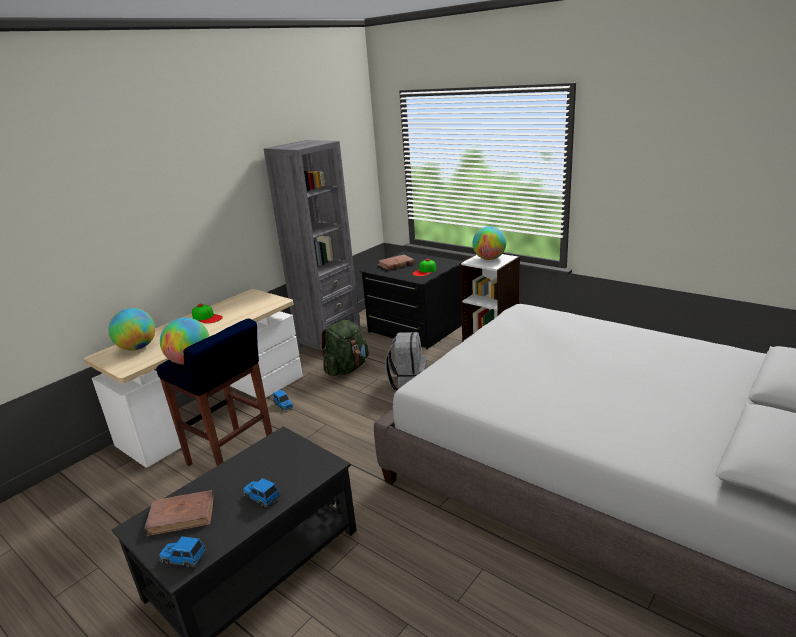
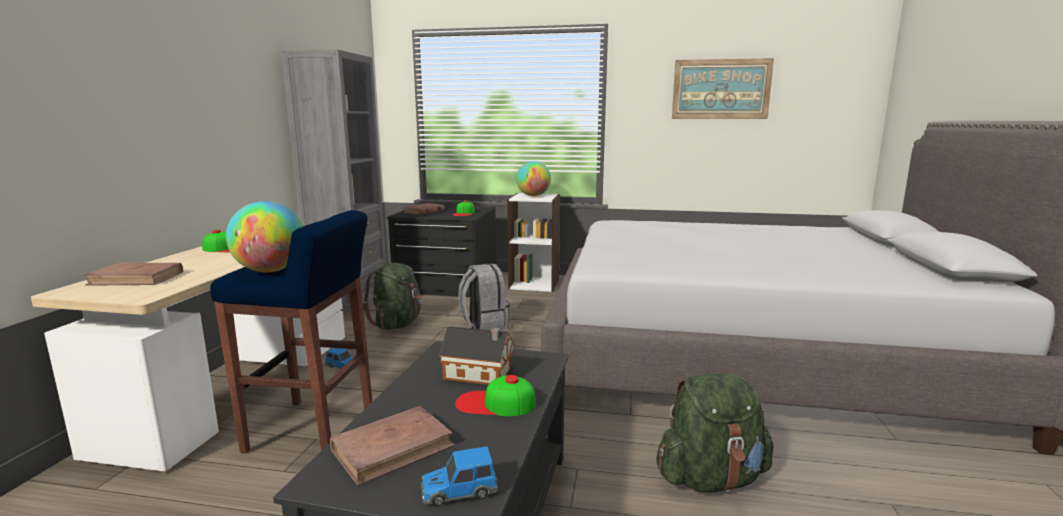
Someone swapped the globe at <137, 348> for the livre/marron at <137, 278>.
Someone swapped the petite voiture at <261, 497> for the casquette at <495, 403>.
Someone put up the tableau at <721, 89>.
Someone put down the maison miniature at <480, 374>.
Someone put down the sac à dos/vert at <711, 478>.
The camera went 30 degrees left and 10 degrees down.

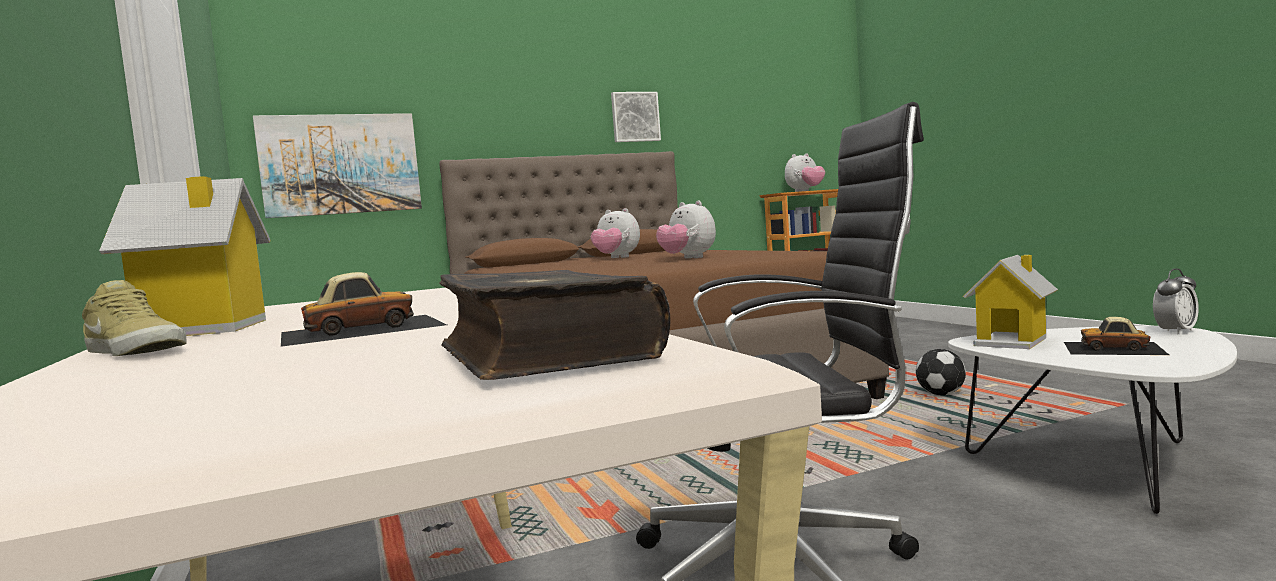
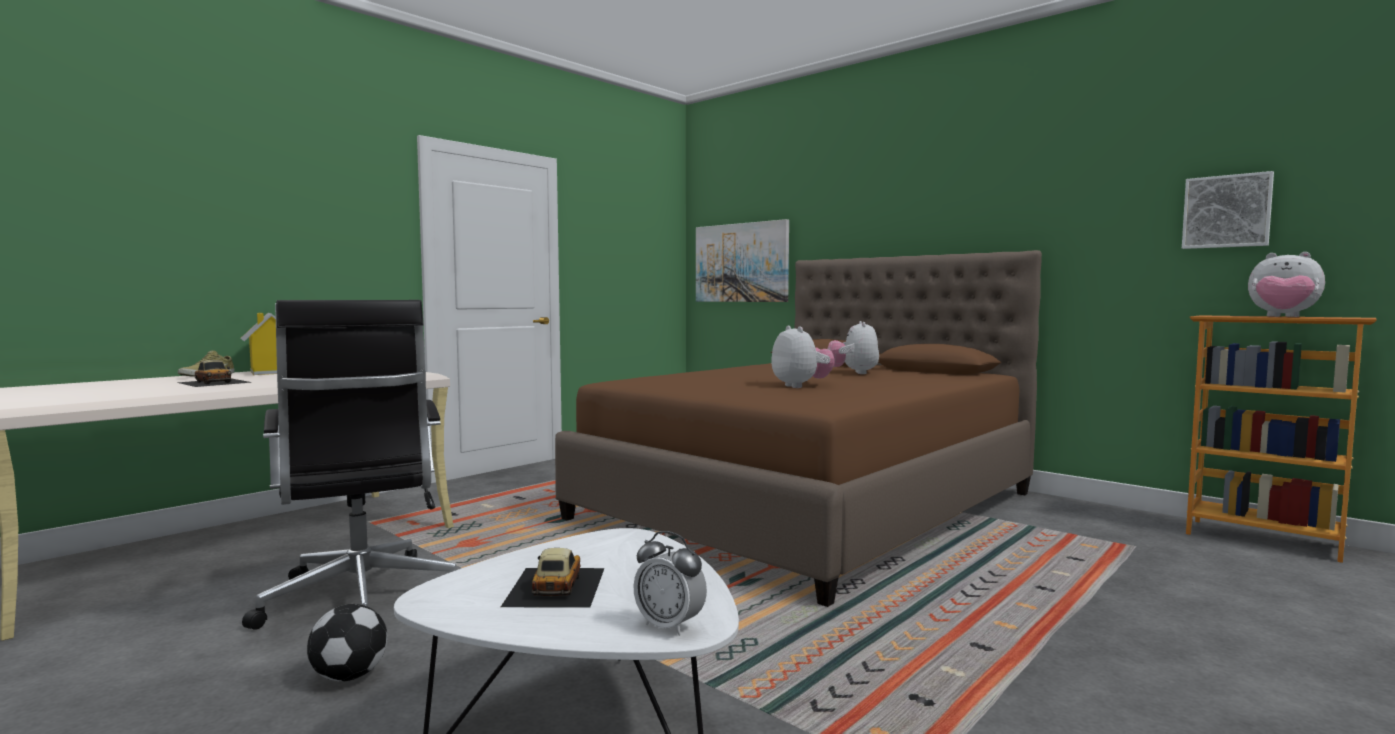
Someone carried the tableau from <635, 117> to <1226, 211>.
Someone rotated the peluche at <687, 258> by 135 degrees clockwise.
Someone took away the maison miniature at <1012, 341>.
Someone took away the livre at <539, 353>.
Someone carried the ballon de foot from <941, 394> to <348, 676>.
The camera went 65 degrees right and 0 degrees up.

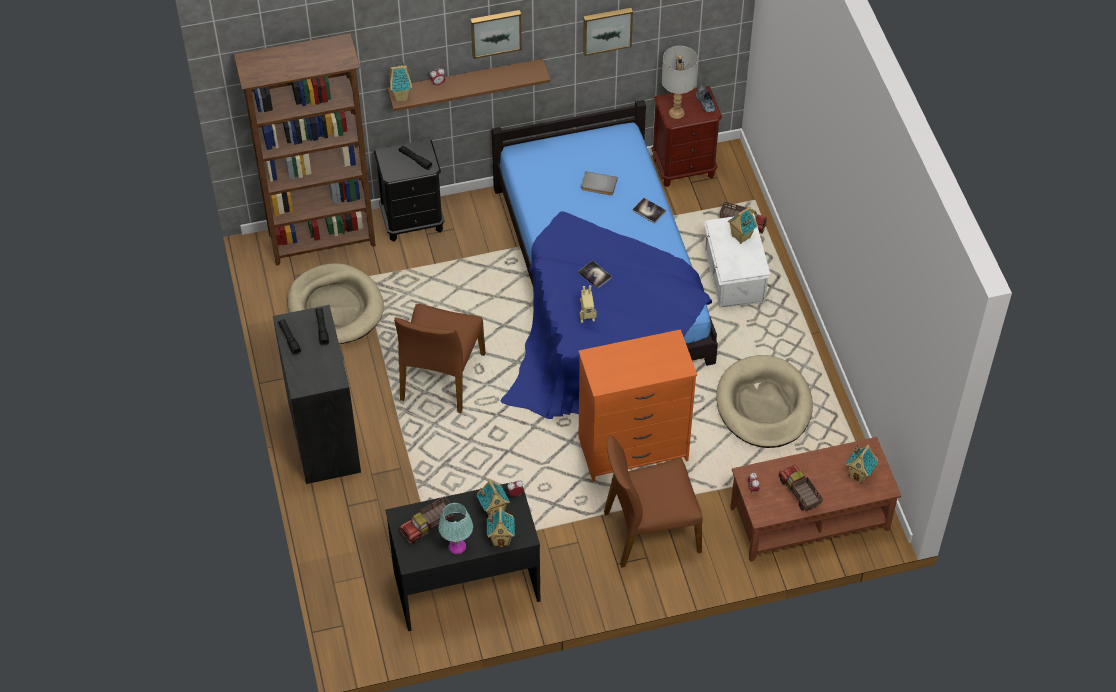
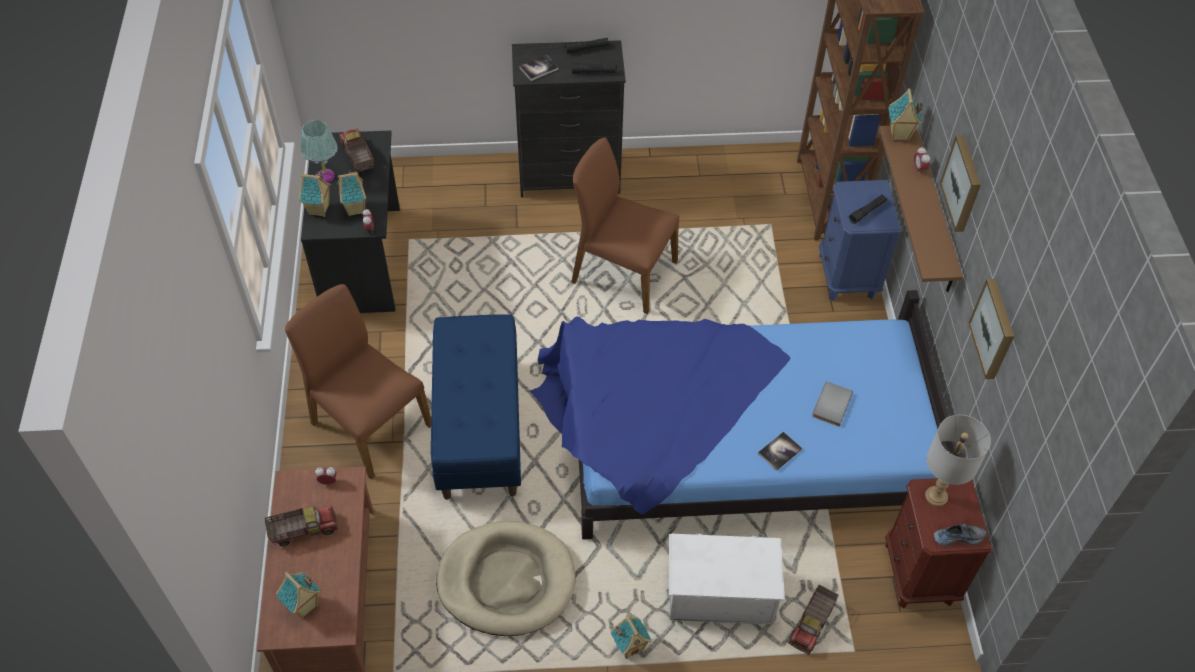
Someone repainted the table de chevet/noir at <413, 221>, which became the table de chevet/bleu at <847, 276>.
Someone carried the maison miniature from <740, 237> to <630, 646>.
Someone carried the livre from <595, 275> to <539, 68>.
Someone took away the panier pour chien/beige at <335, 307>.
Someone took away the robot jouet at <586, 316>.
Someone swapped the commode/orange at <633, 450> for the banc/bleu at <480, 429>.
Someone rotated the chaise/marron at <650, 531> by 45 degrees counterclockwise.
The camera went 100 degrees right and 0 degrees up.

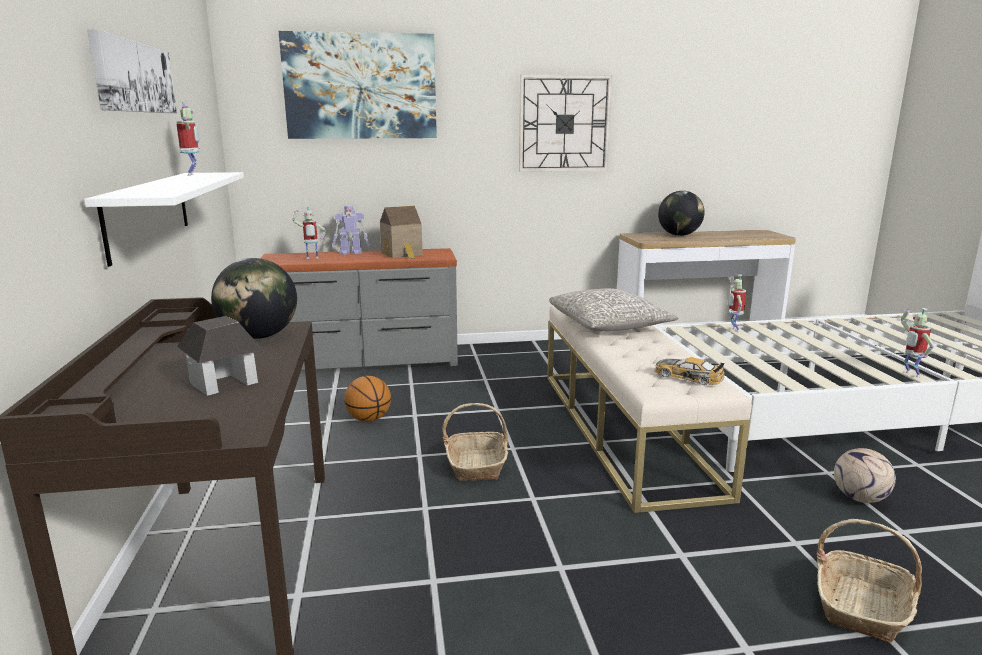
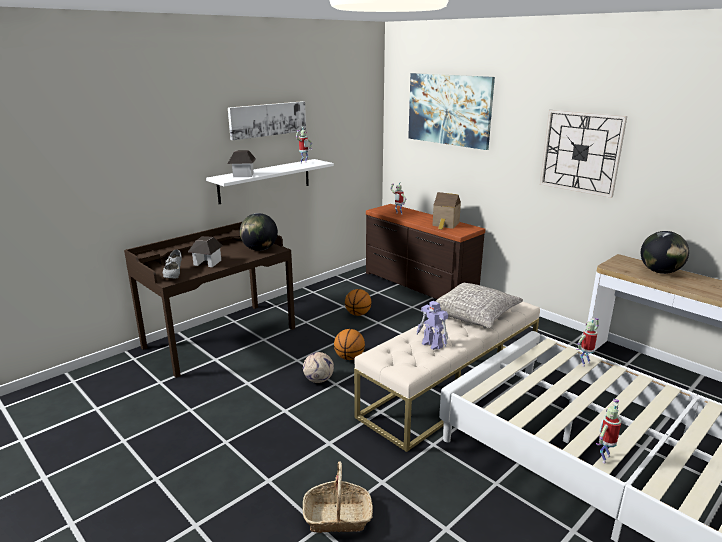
Someone carried the robot jouet from <351, 252> to <432, 344>.
Someone repainted the commode/gris at <364, 361>, which became the commode/marron at <418, 285>.
Someone took away the petite voiture at <687, 376>.
Someone swapped the panier at <477, 464> for the ballon de basket at <349, 357>.
Someone carried the ballon de foot from <859, 498> to <319, 380>.
Someone put down the maison miniature at <243, 175>.
Someone put down the chaussure/gris at <174, 275>.
The camera went 55 degrees right and 5 degrees up.

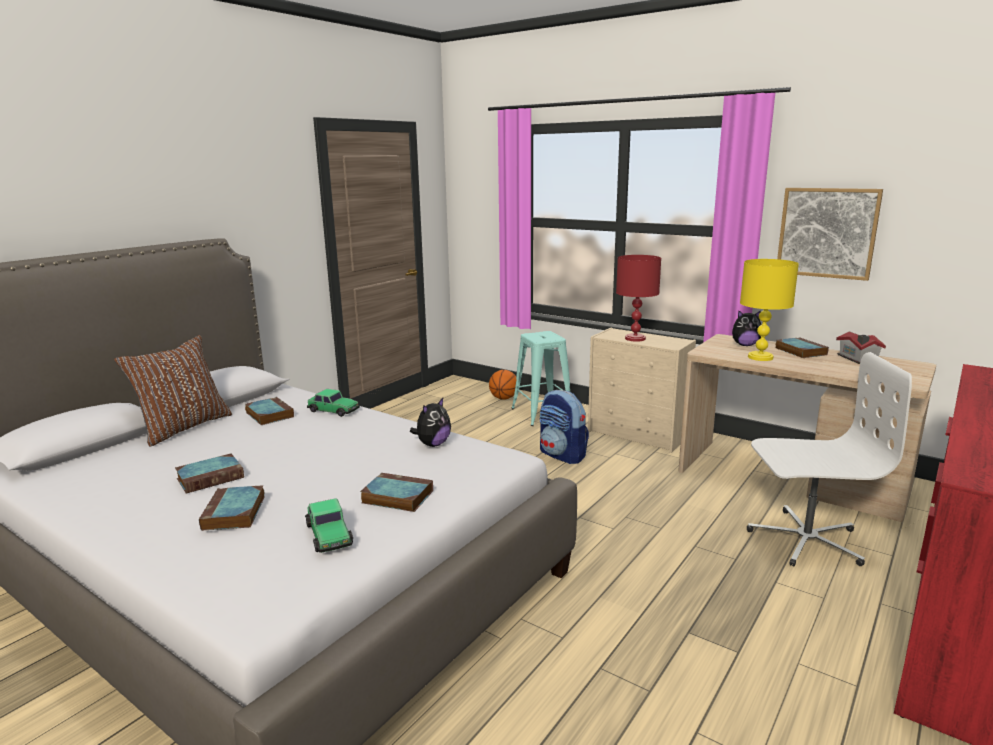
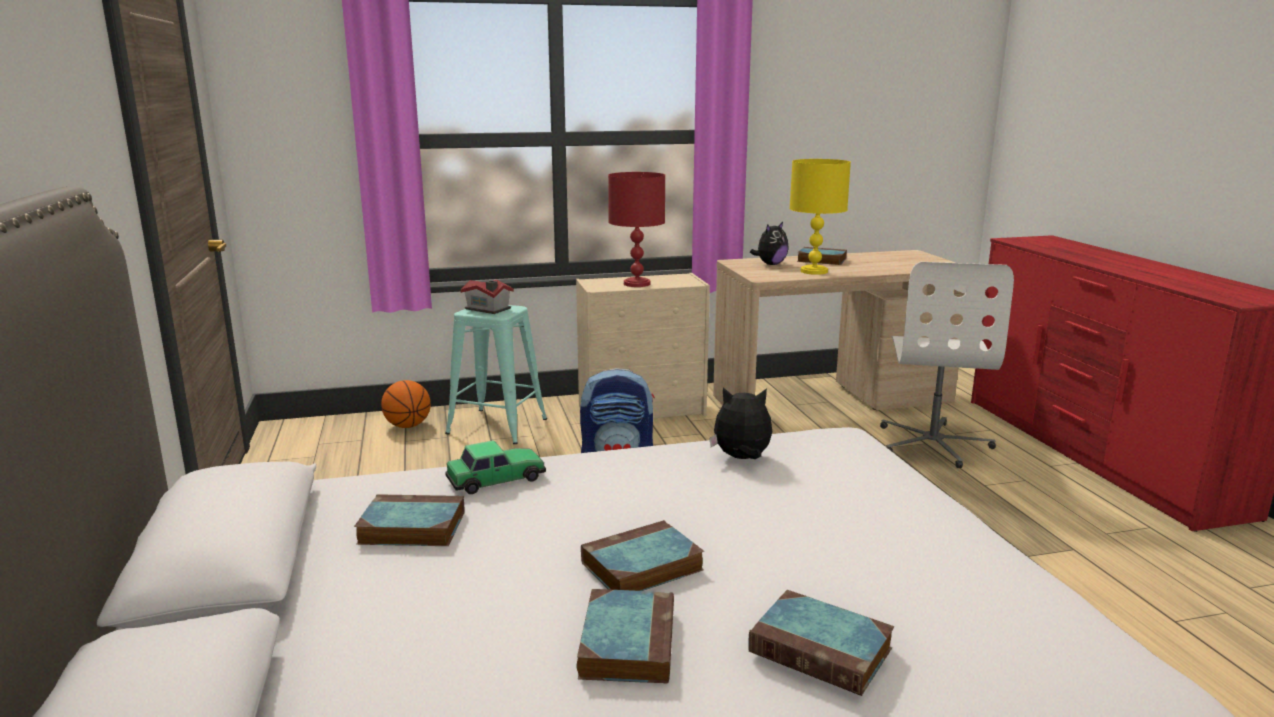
Someone took away the tableau at <827, 232>.
Someone carried the maison miniature from <857, 359> to <488, 309>.
Someone took away the coussin/marron at <183, 427>.
Someone rotated the chaise de bureau/blanc at <805, 539> by 150 degrees clockwise.
Someone rotated the peluche at <433, 444> by 75 degrees counterclockwise.
Someone carried the livre from <396, 497> to <640, 567>.
Someone took away the petite voiture at <329, 535>.
The camera went 50 degrees left and 0 degrees up.

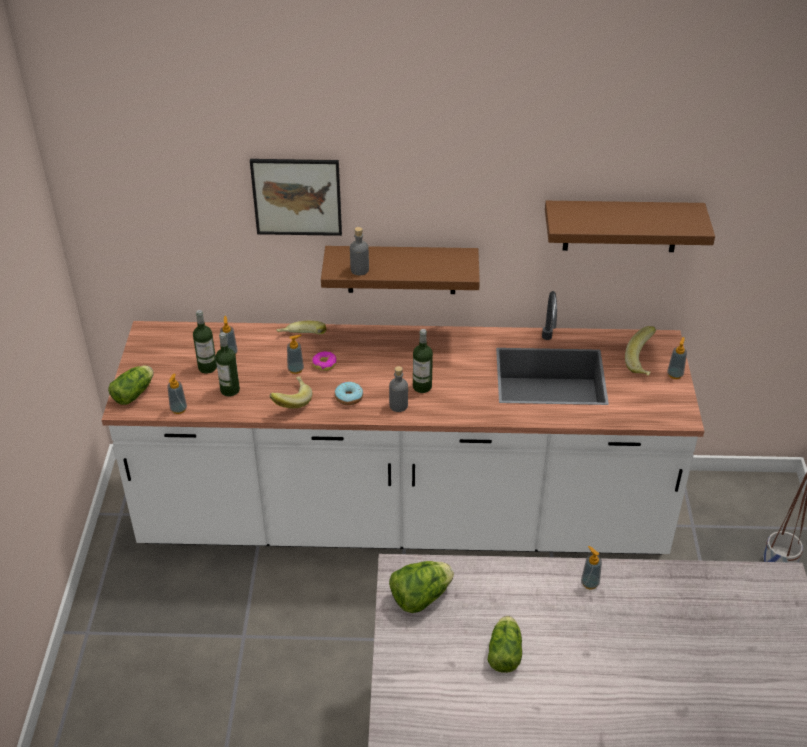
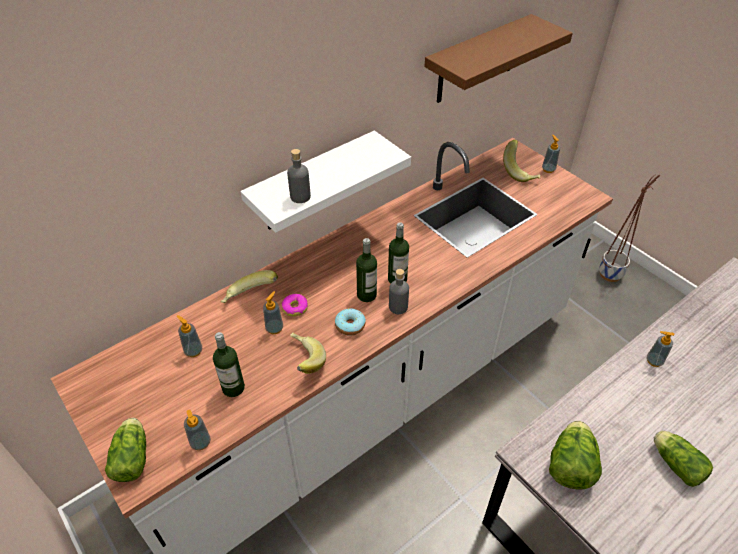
Someone took away the tableau at <297, 196>.
Someone repainted the étagère/marron at <401, 269>, which became the étagère/blanc at <312, 183>.
Someone carried the bouteille from <207, 367> to <366, 295>.
The camera went 40 degrees left and 5 degrees up.

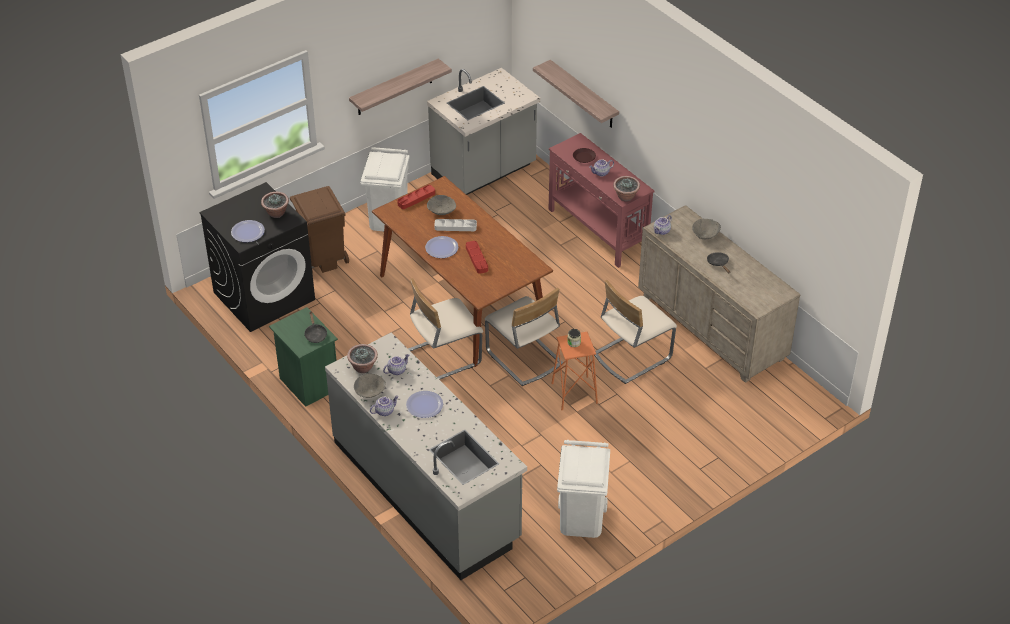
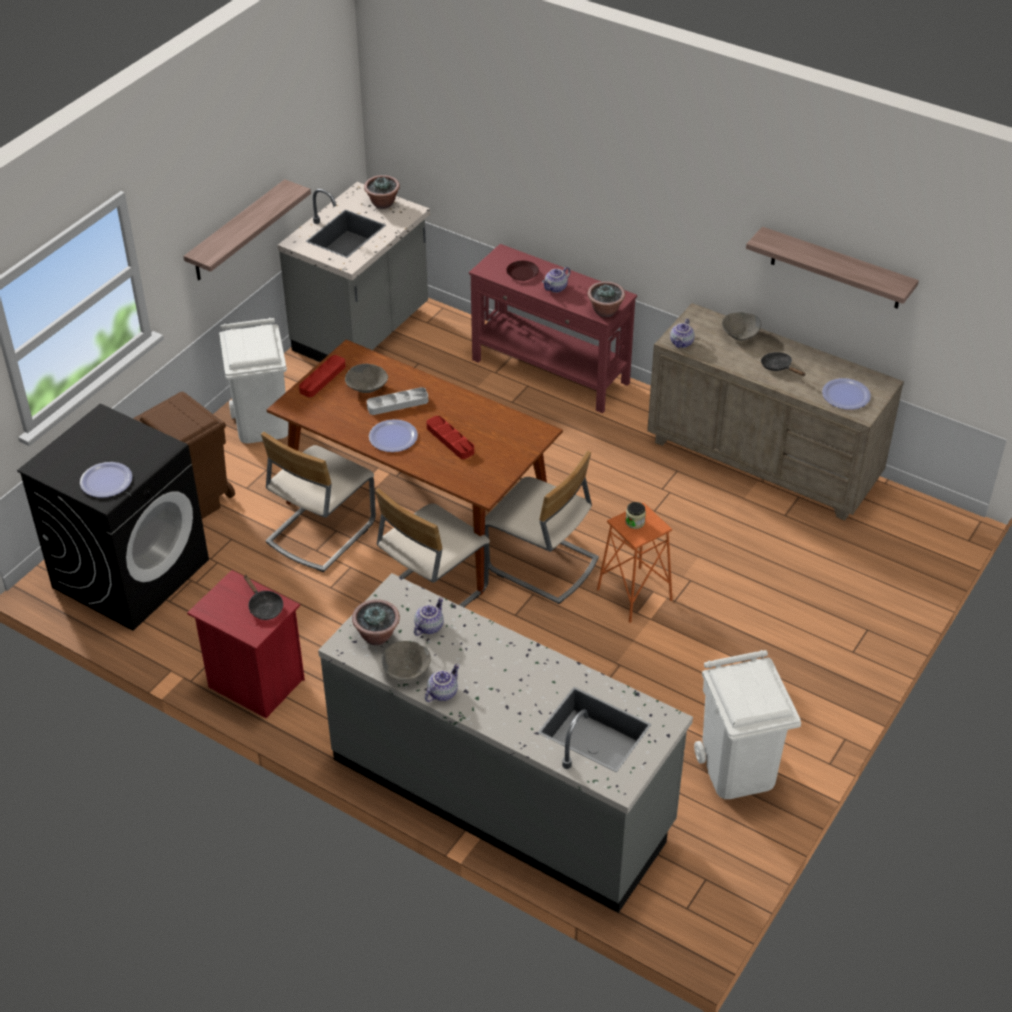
Someone carried the étagère from <583, 95> to <836, 269>.
Someone carried the plante en pot from <276, 213> to <383, 204>.
Someone carried the chaise/beige from <631, 356> to <320, 532>.
Someone repainted the table de chevet/vert at <308, 384>, which became the table de chevet/rouge at <254, 684>.
Someone carried the assiette from <424, 405> to <846, 395>.
The camera went 20 degrees left and 0 degrees up.

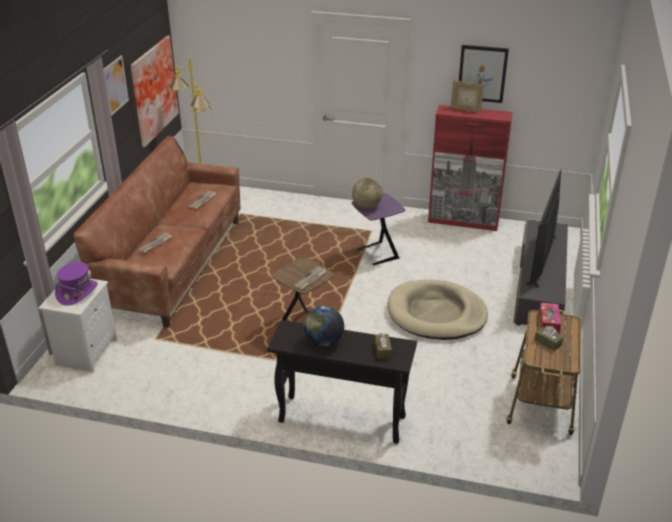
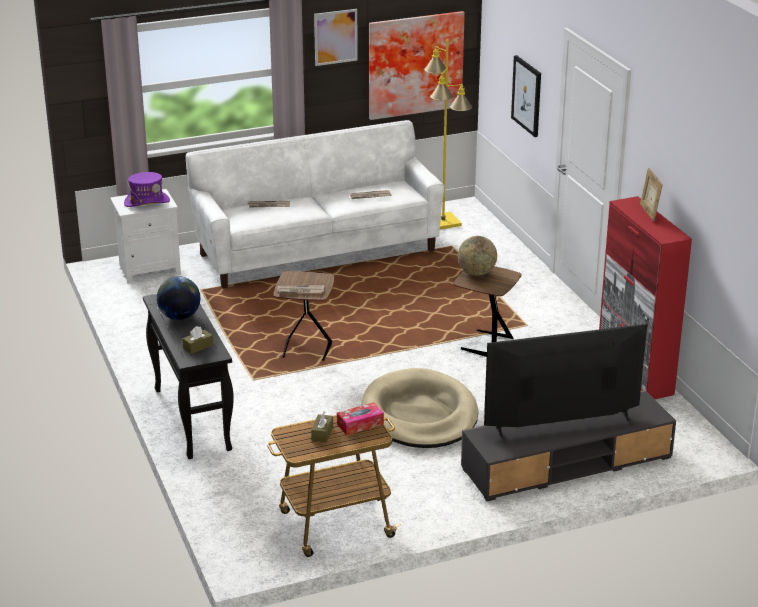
Someone carried the tableau from <482, 73> to <527, 95>.
Someone repainted the canapé/marron at <174, 266>, which became the canapé/blanc at <317, 252>.
Someone repainted the table d'appoint/violet at <377, 254>, which became the table d'appoint/marron at <485, 344>.
The camera went 55 degrees right and 5 degrees down.

